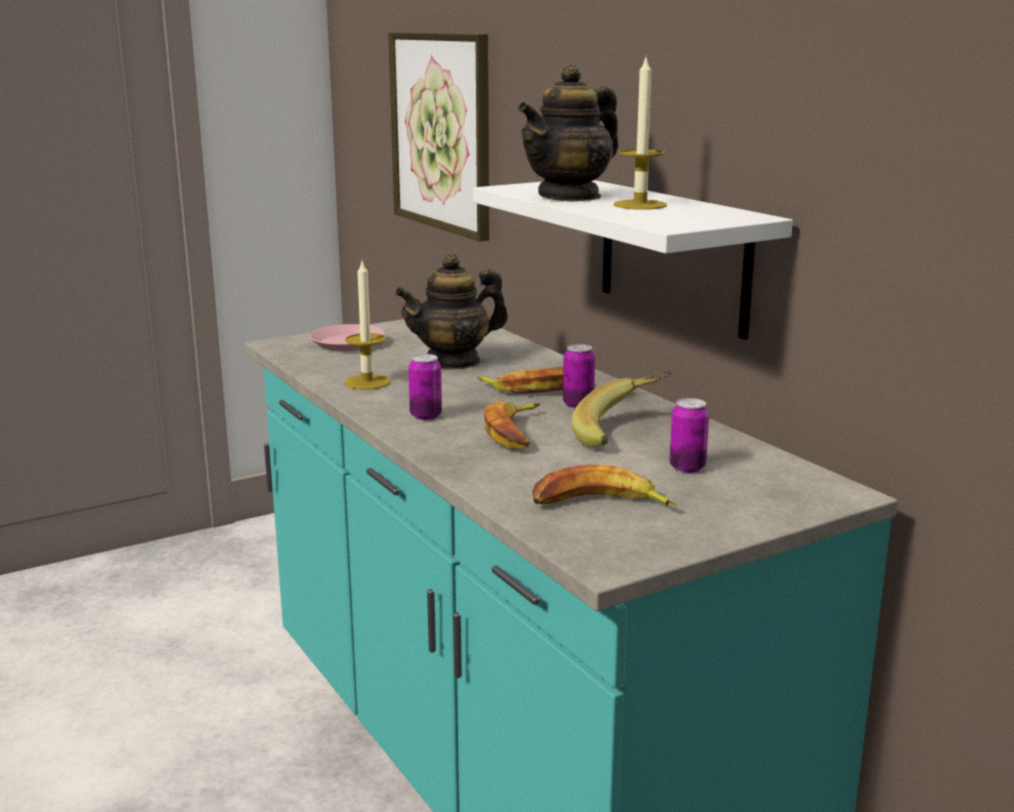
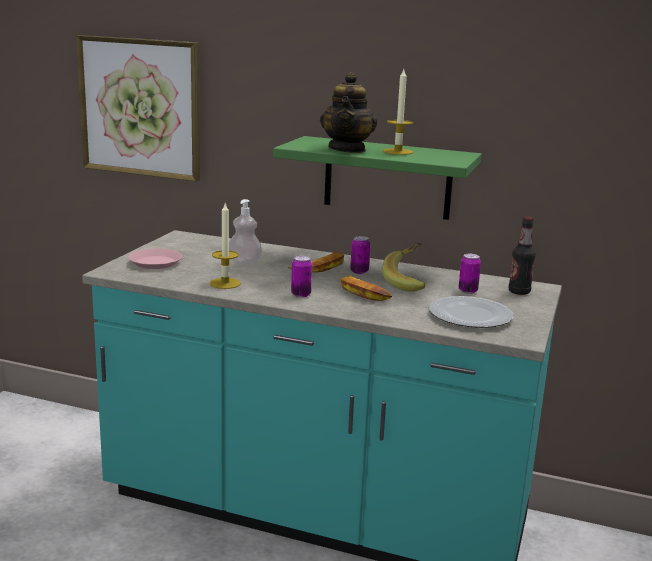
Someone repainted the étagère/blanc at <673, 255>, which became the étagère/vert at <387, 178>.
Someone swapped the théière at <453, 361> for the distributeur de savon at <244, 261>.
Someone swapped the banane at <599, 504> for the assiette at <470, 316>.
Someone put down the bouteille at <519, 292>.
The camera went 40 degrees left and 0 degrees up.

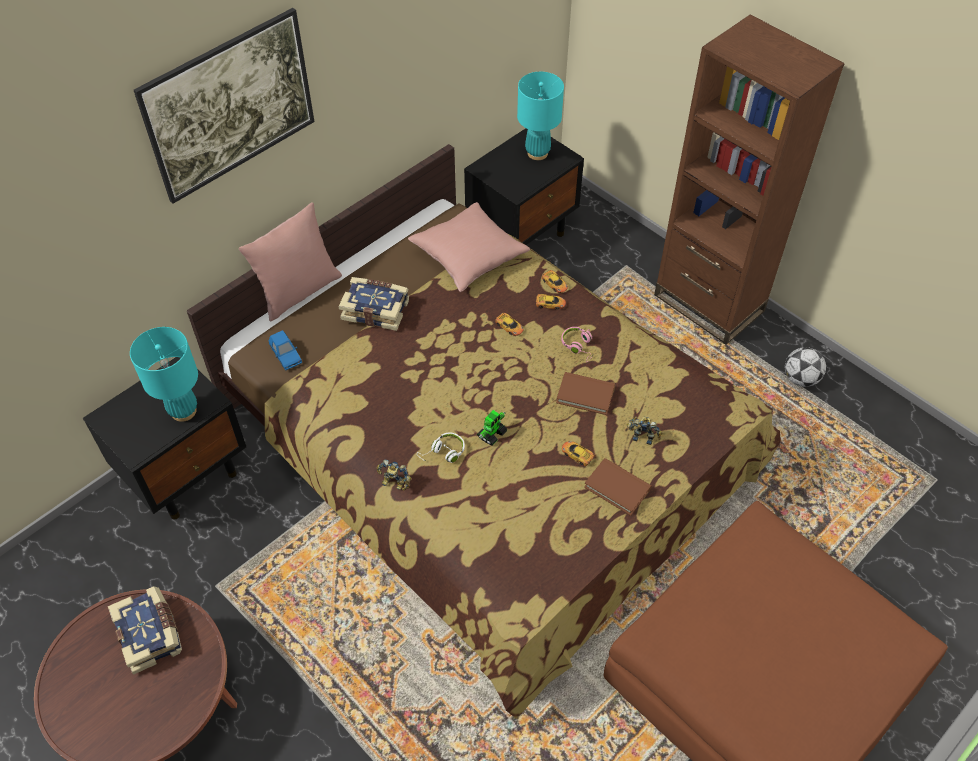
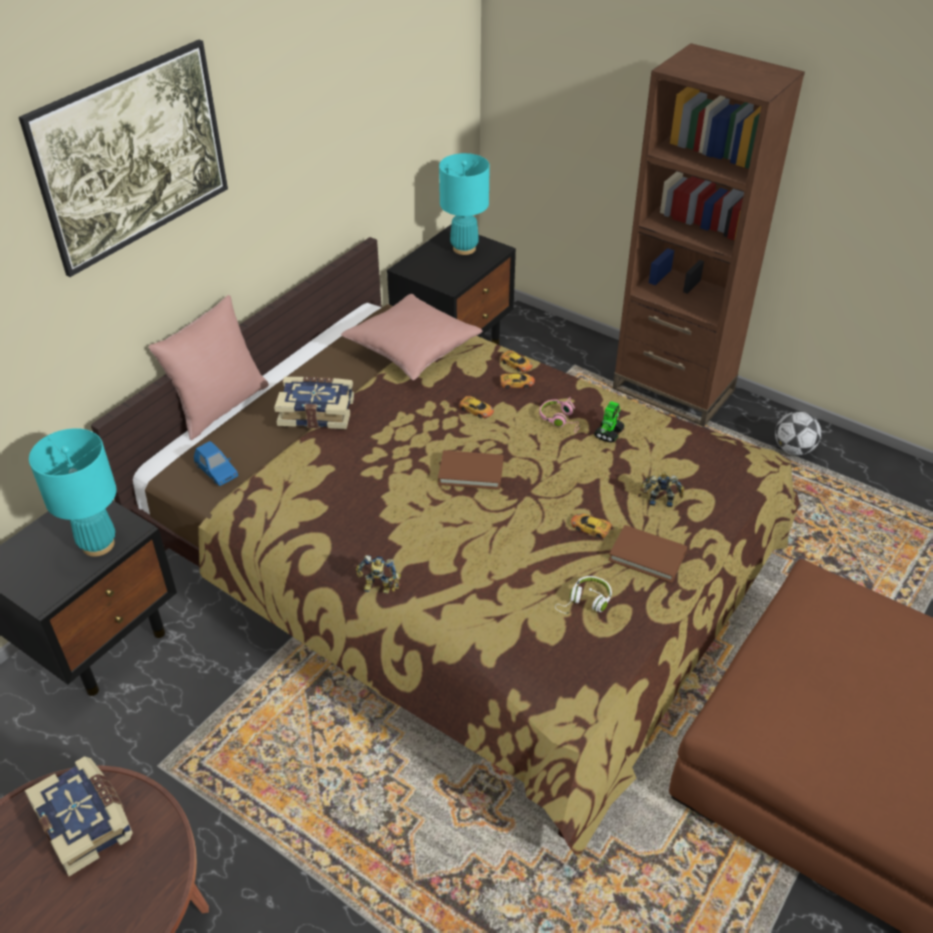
Someone carried the livre/marron from <585, 395> to <471, 472>.
Someone carried the robot jouet from <492, 434> to <609, 433>.
Someone carried the casque audio/blanc from <443, 453> to <585, 602>.
The camera went 10 degrees left and 10 degrees down.

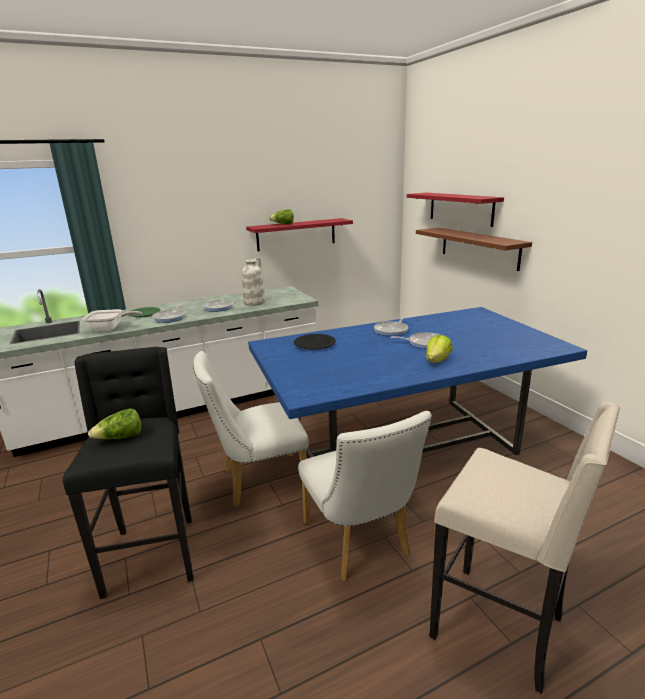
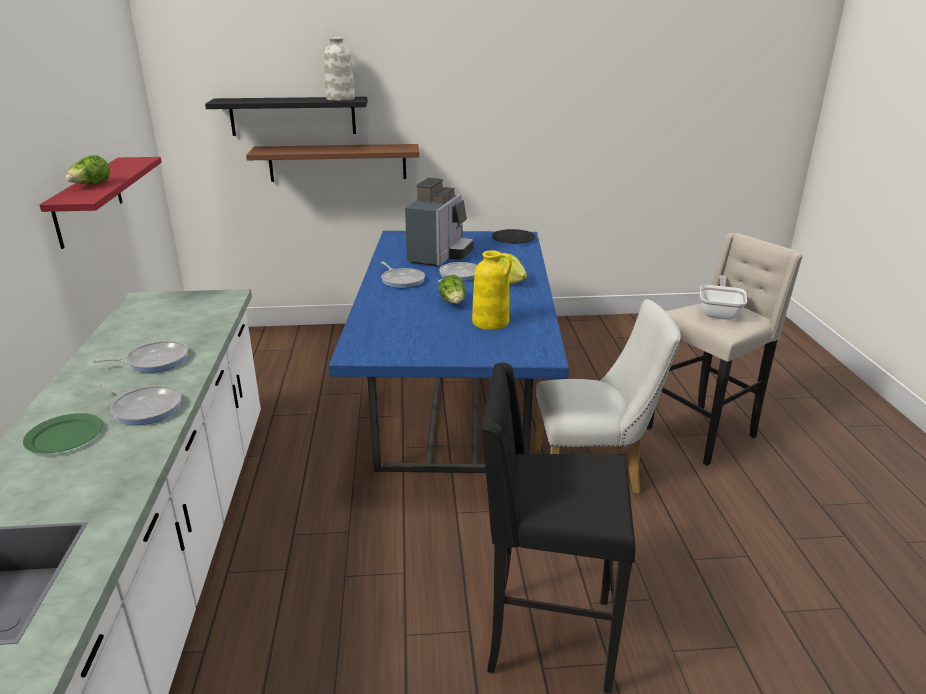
Someone repainted the étagère/rouge at <460, 208>, which became the étagère/noir at <293, 116>.
Someone carried the vase/blanc from <254, 302> to <340, 99>.
Someone carried the poêle from <110, 329> to <720, 312>.
Someone carried the assiette/noir from <314, 344> to <513, 239>.
Someone took away the chaise/blanc at <258, 481>.
Someone carried the laitue from <120, 438> to <453, 302>.
Someone put down the machine à café at <440, 255>.
Someone put down the vase/jaune at <491, 322>.
The camera went 70 degrees left and 5 degrees up.

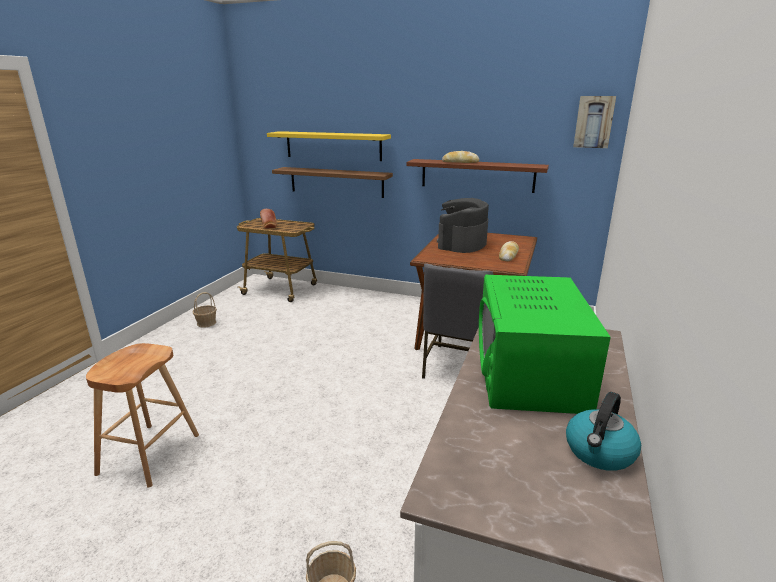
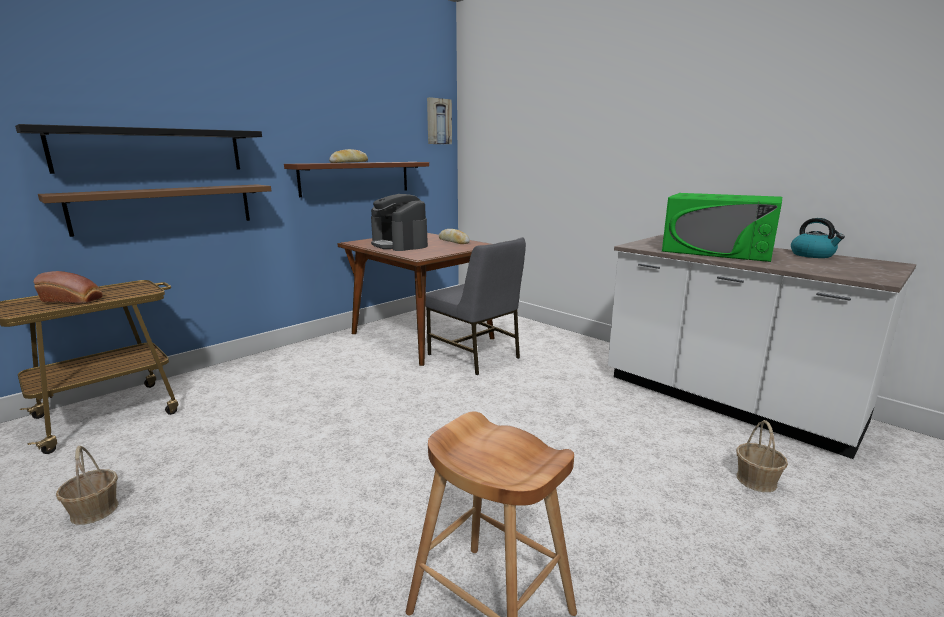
Someone repainted the étagère/jaune at <333, 145>, which became the étagère/noir at <151, 150>.
The camera went 65 degrees left and 5 degrees down.

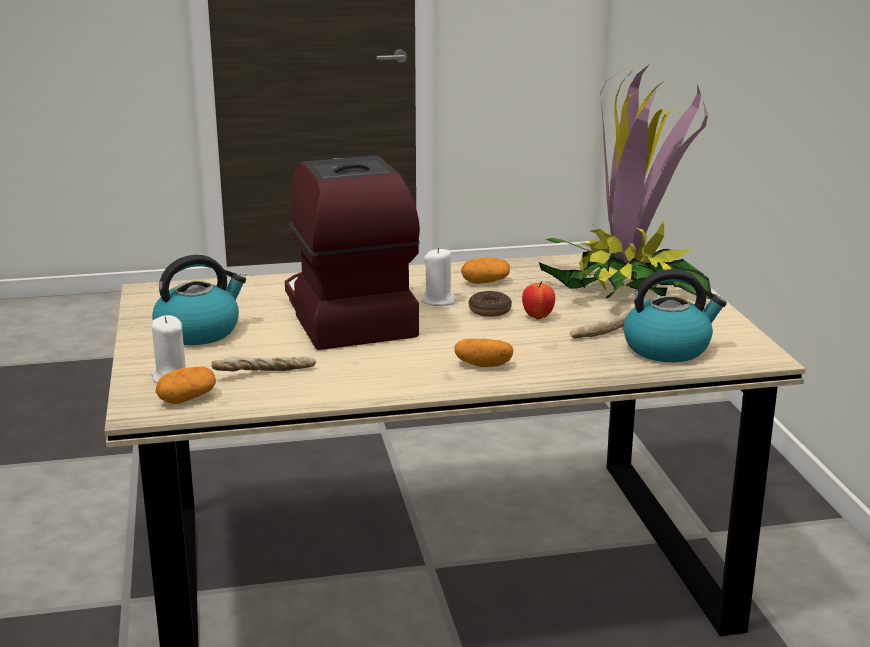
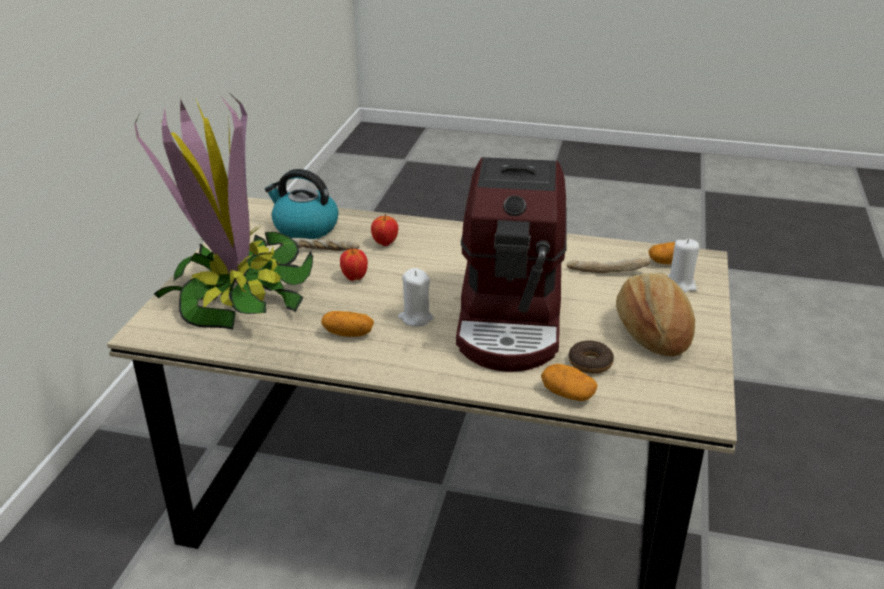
Someone swapped the bouilloire at <199, 331> for the pain at <652, 331>.
Someone carried the beignet from <489, 310> to <590, 363>.
Someone carried the pomme de terre from <483, 365> to <567, 394>.
Someone put down the pomme at <385, 243>.
The camera went 155 degrees left and 10 degrees up.

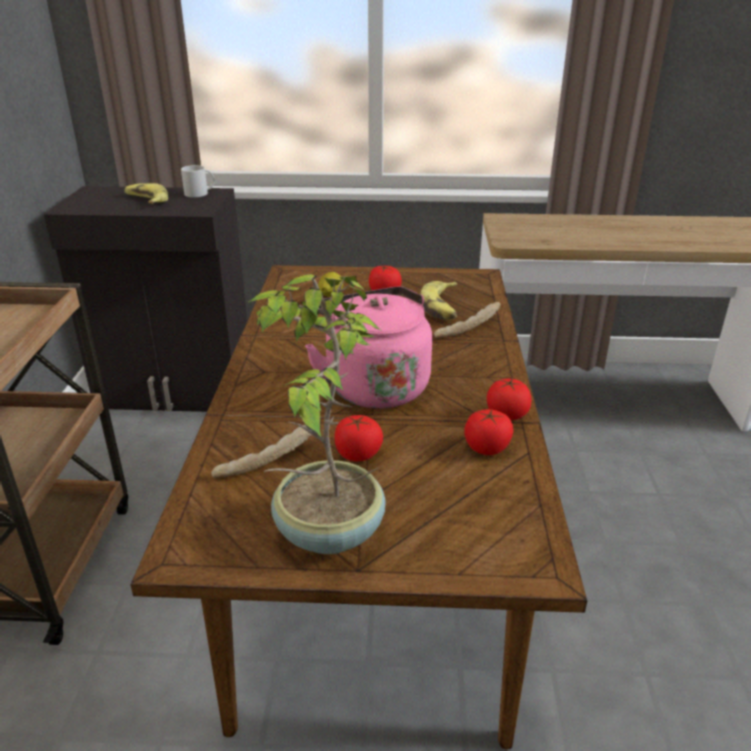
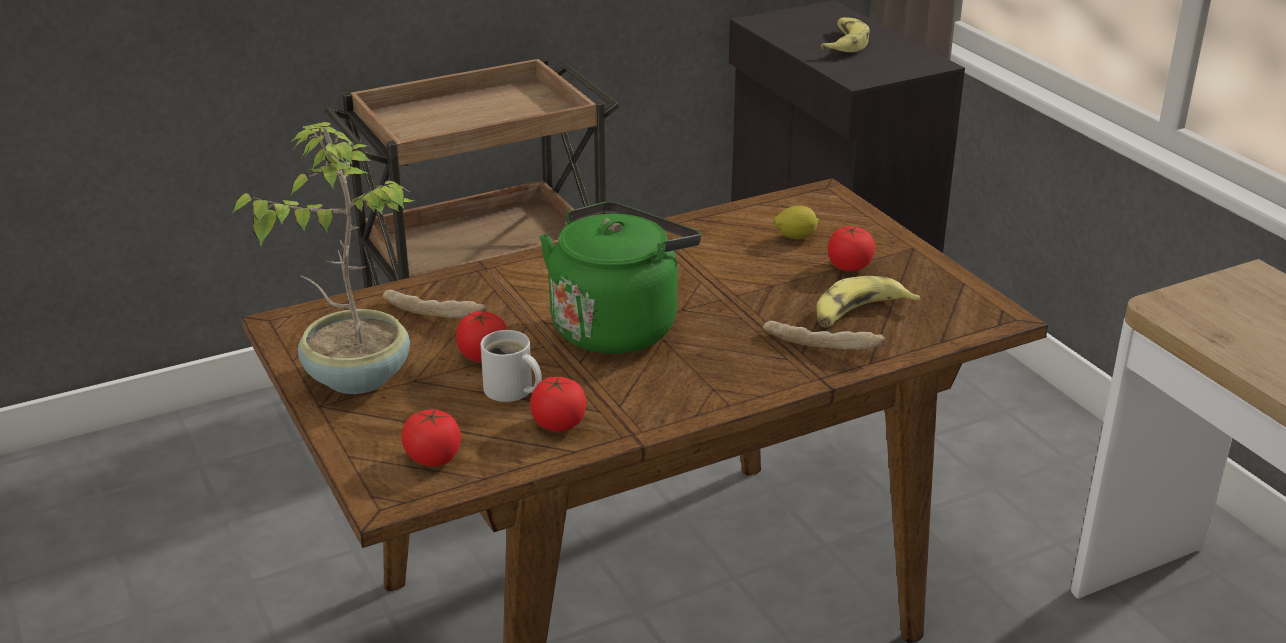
Someone carried the mug/blanc from <198, 194> to <510, 391>.
Someone repainted the bouilloire/rose at <374, 385>, which became the bouilloire/vert at <618, 326>.
Someone carried the tomate from <506, 415> to <433, 458>.
The camera went 60 degrees right and 0 degrees up.

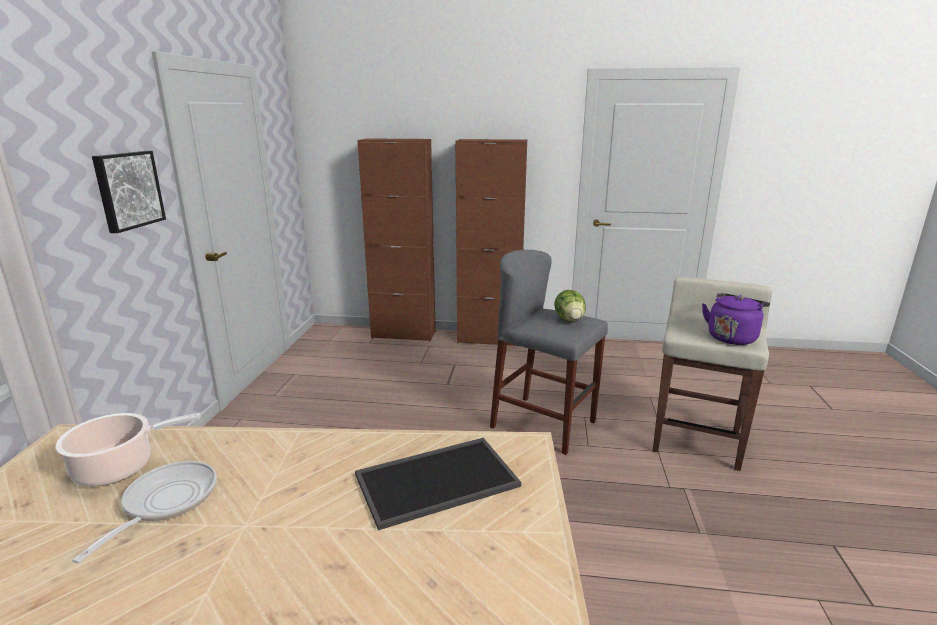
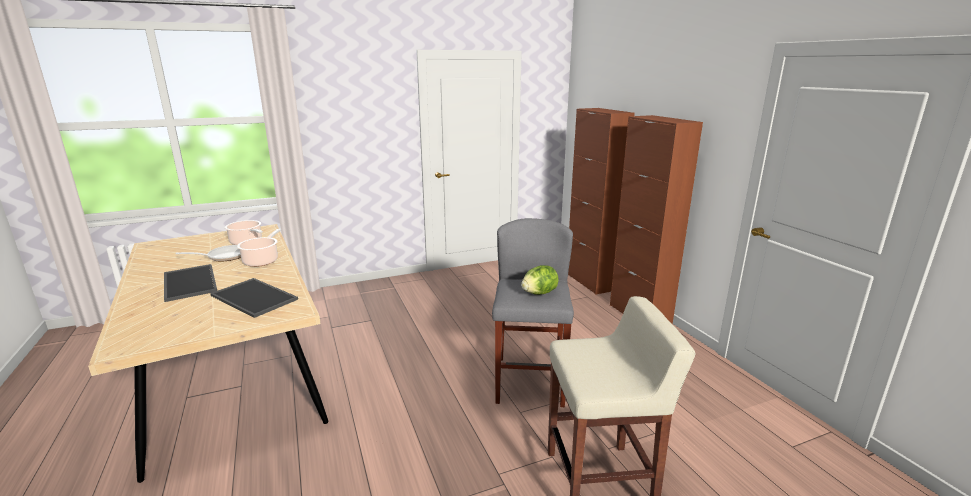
Someone took away the tableau at <127, 190>.
Someone took away the bouilloire/violet at <732, 337>.
Someone put down the marmite at <262, 260>.
Someone put down the plateau at <188, 282>.
The camera went 60 degrees right and 0 degrees up.

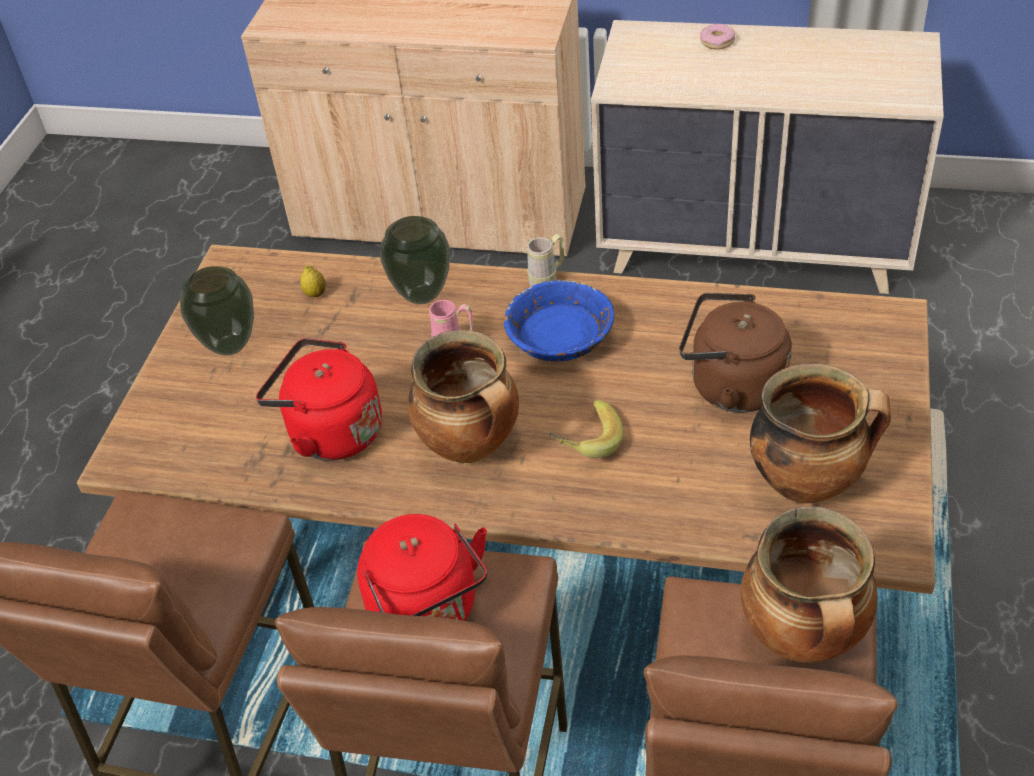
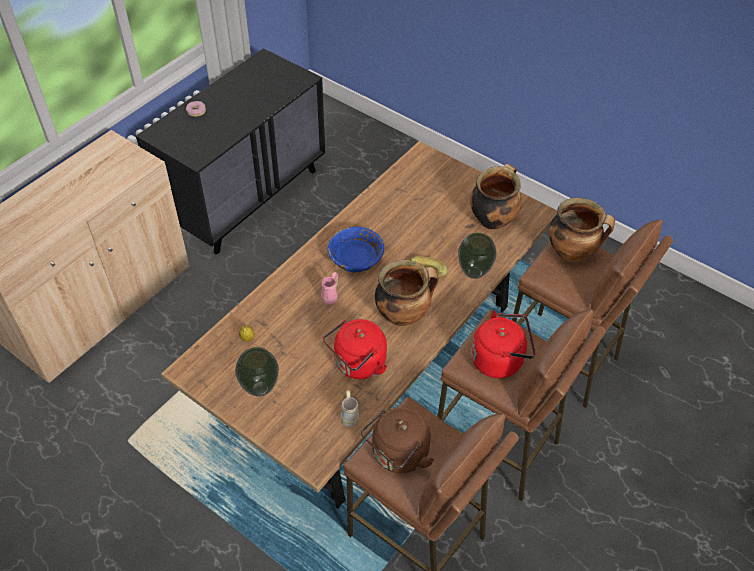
Someone repainted the commode/beige at <755, 246>, which became the commode/noir at <246, 196>.
Someone carried the vase from <421, 295> to <473, 273>.
Someone carried the mug/beige from <548, 279> to <349, 416>.
Someone carried the bouilloire/marron from <731, 386> to <397, 455>.
The camera went 70 degrees left and 5 degrees up.

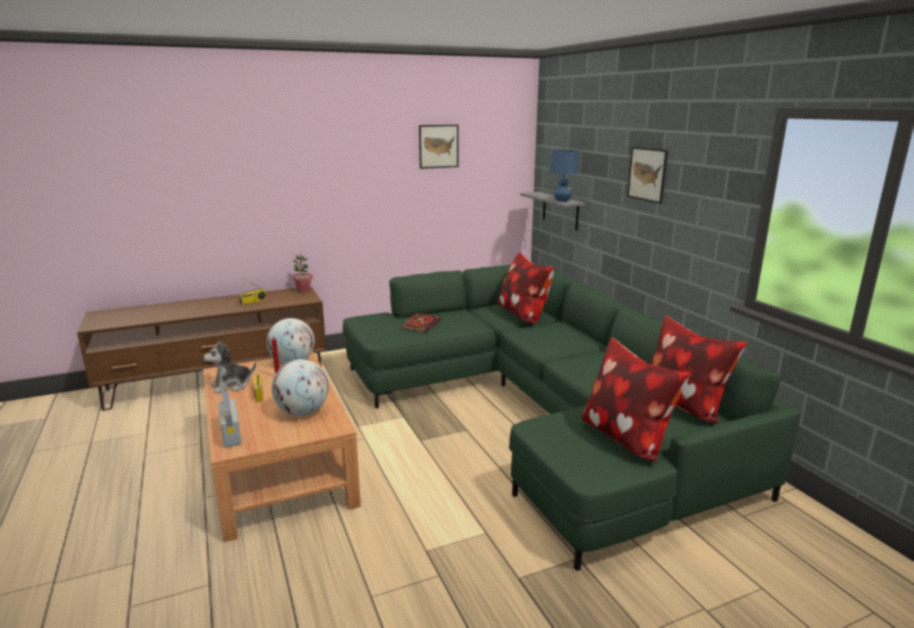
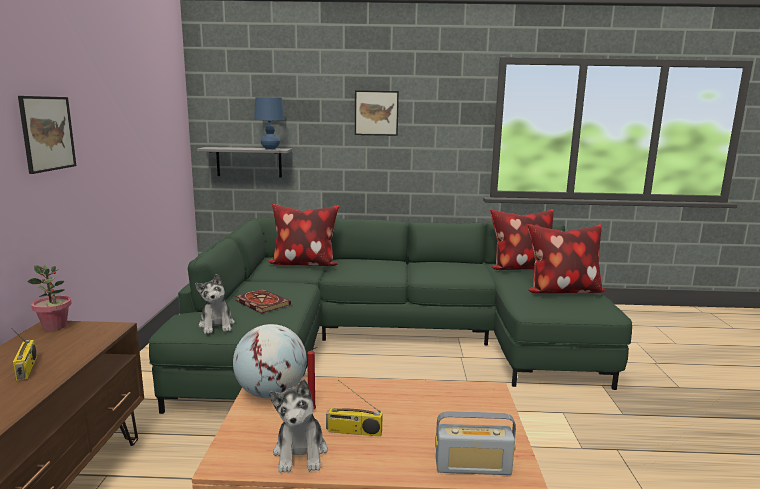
Someone carried the tableau from <438, 146> to <47, 133>.
Someone took away the globe at <302, 412>.
Someone put down the peluche at <217, 325>.
The camera went 65 degrees left and 5 degrees down.

